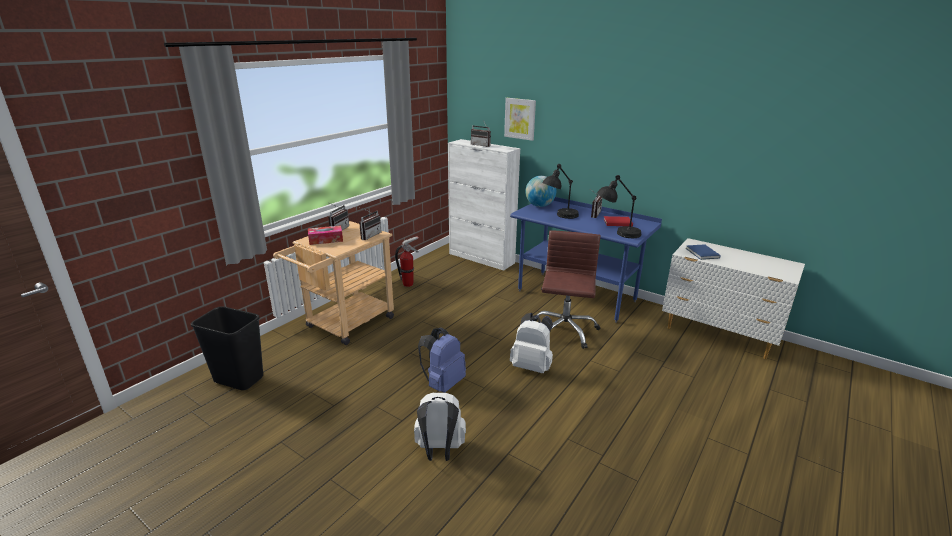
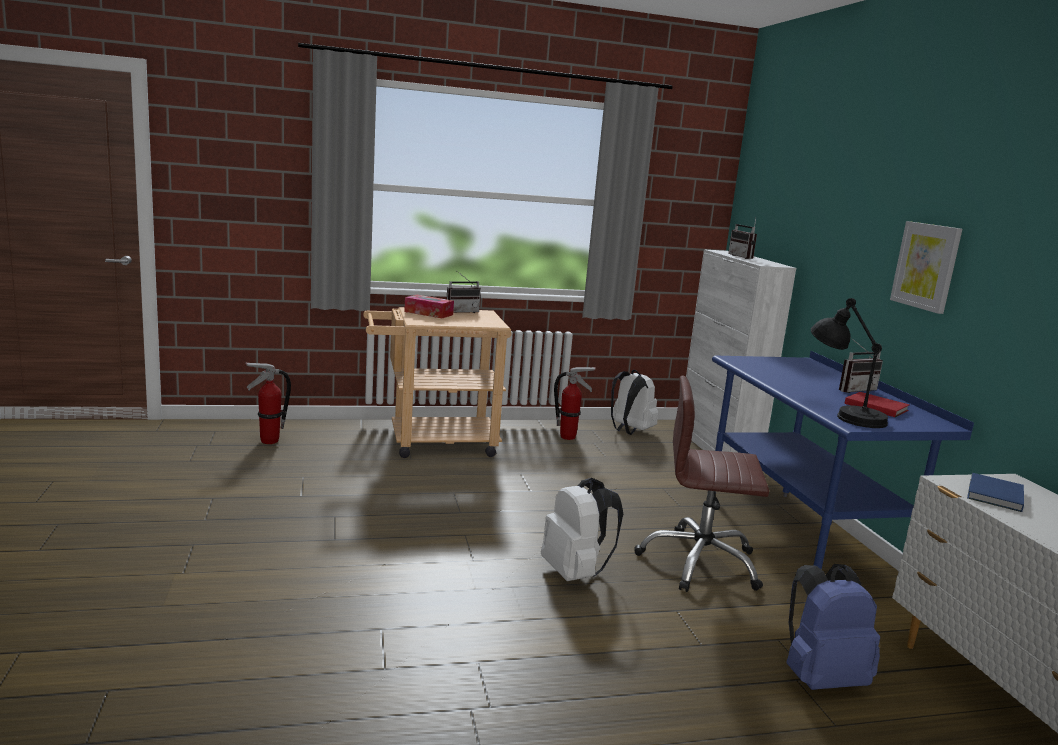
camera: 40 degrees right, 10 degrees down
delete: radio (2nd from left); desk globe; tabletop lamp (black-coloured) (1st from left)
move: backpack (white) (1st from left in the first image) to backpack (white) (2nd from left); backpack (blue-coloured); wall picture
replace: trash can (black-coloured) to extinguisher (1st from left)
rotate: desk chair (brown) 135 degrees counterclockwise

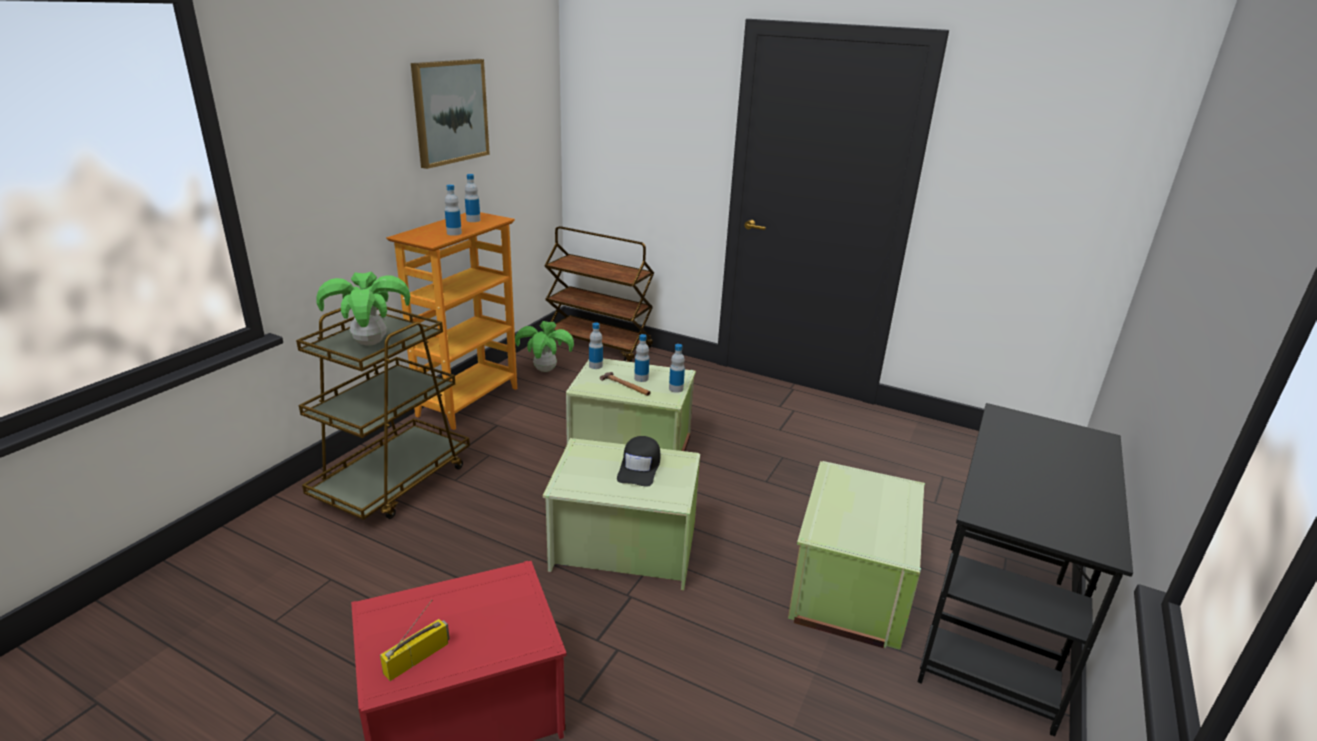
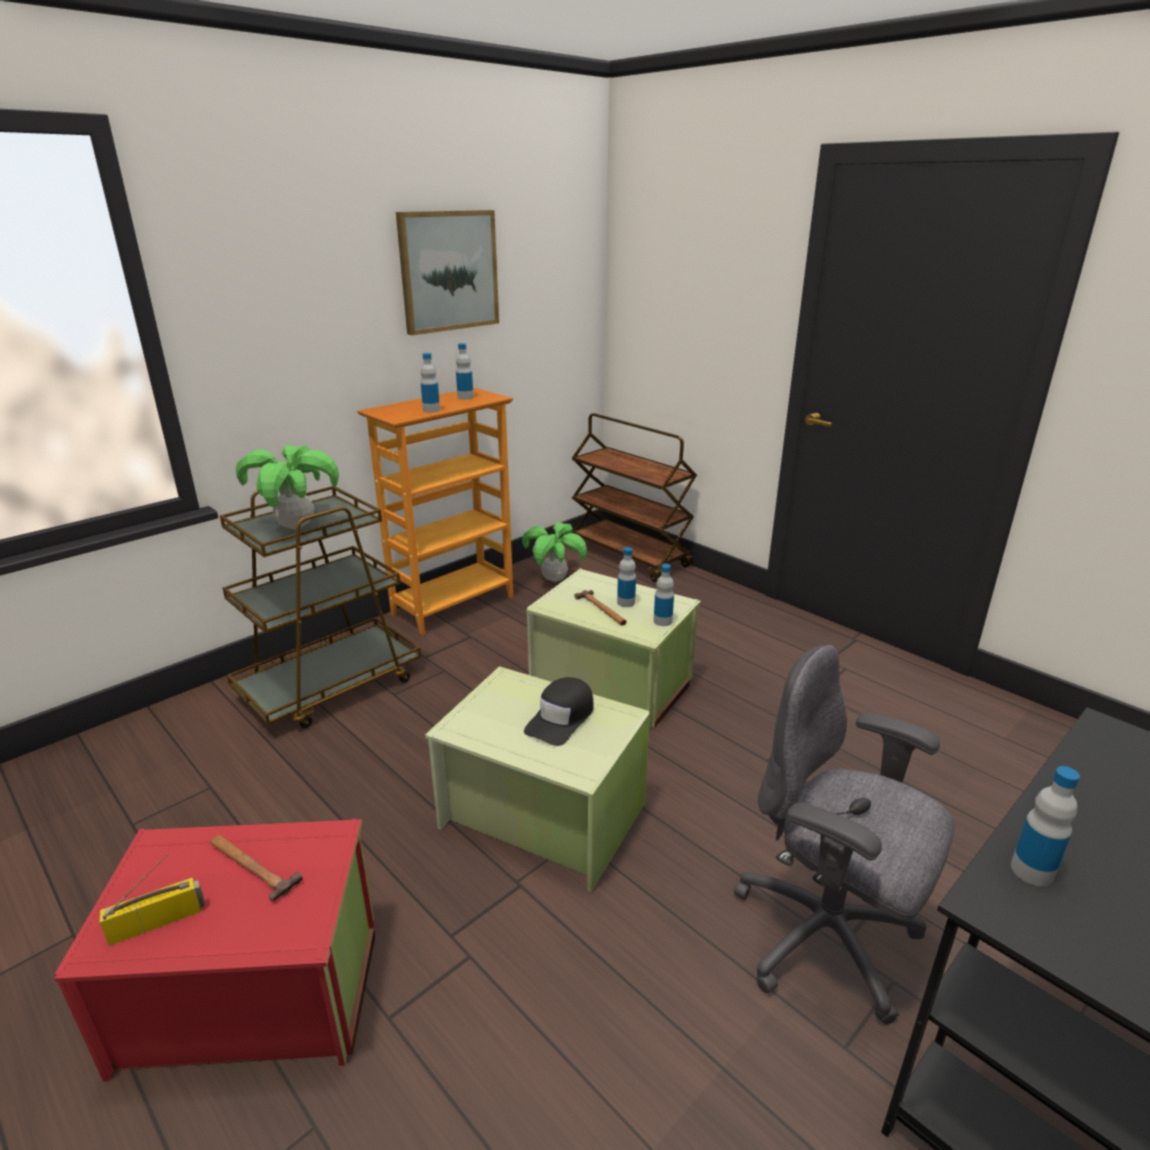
camera: 20 degrees right, 0 degrees up
insert: hammer (1st from left)
move: beverage bottle (3rd from left in the first image) to beverage bottle (5th from left)
replace: storage box (green-coloured) (3rd from left) to desk chair (gray)

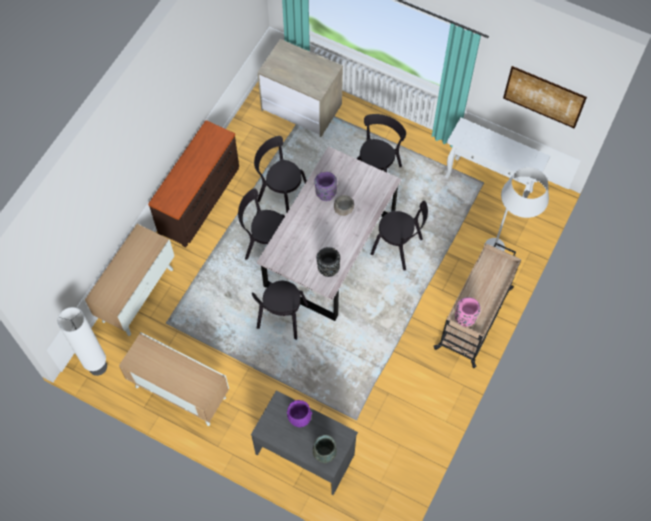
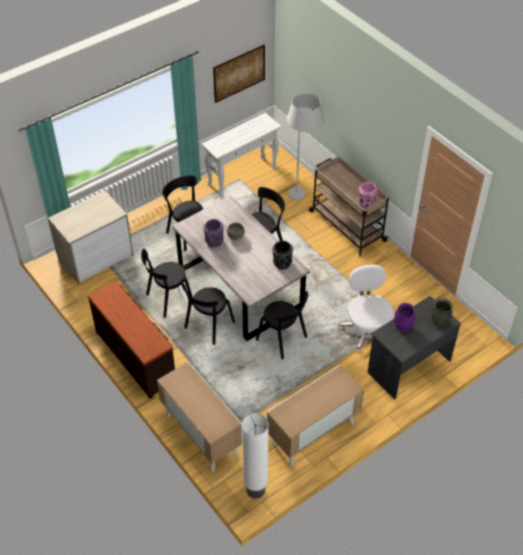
camera: 65 degrees left, 15 degrees down
insert: desk chair (white)

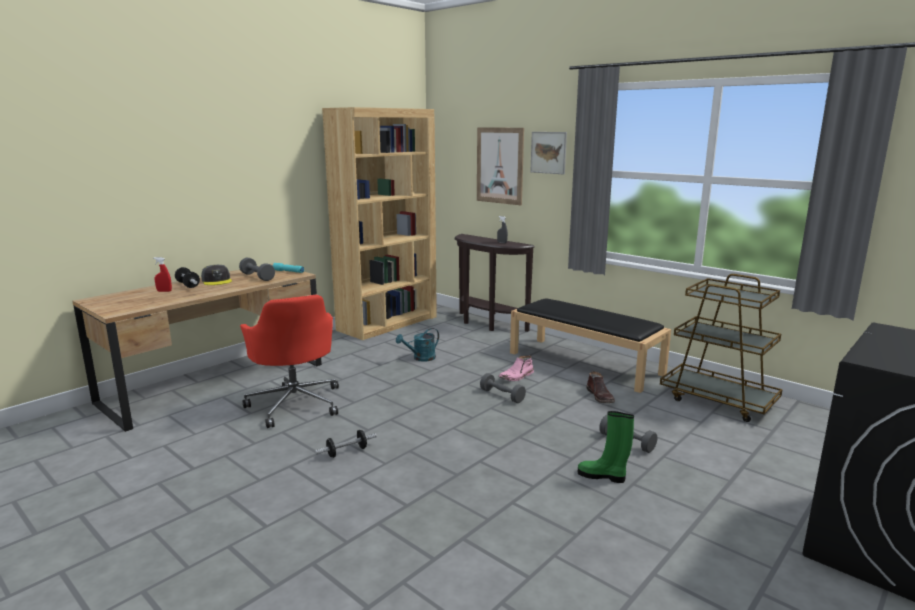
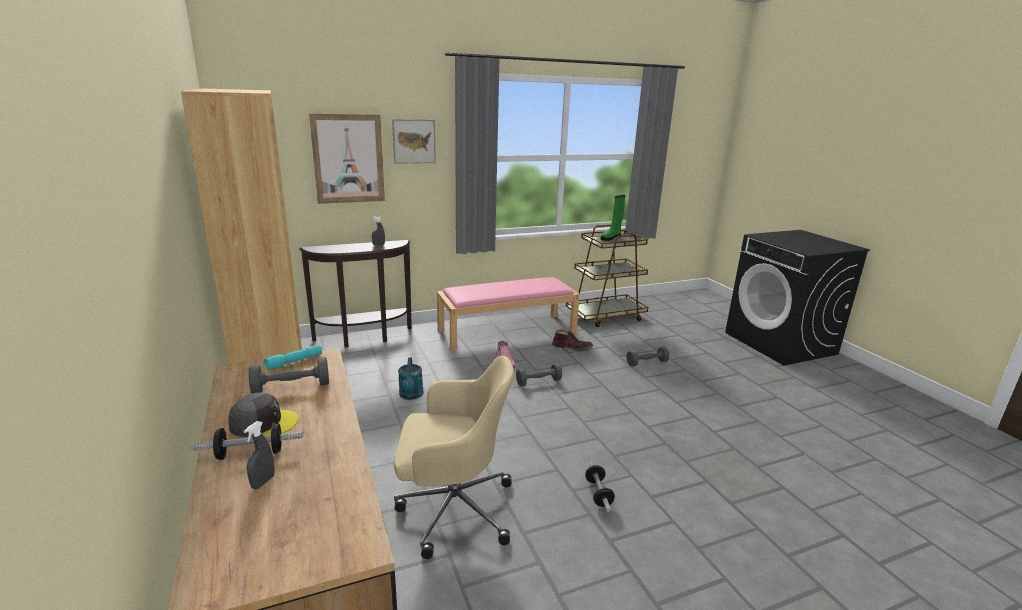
camera: 65 degrees left, 5 degrees up
move: boot (green-coloured)
recolor: spray bottle (reddish) to spray bottle (gray) (1st from left); desk chair (reddish) to desk chair (sand-coloured); long seat (black-coloured) to long seat (pink)

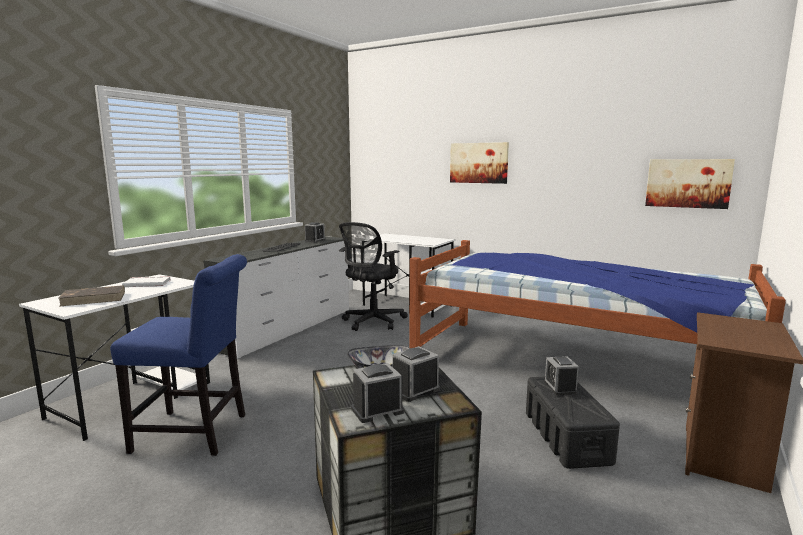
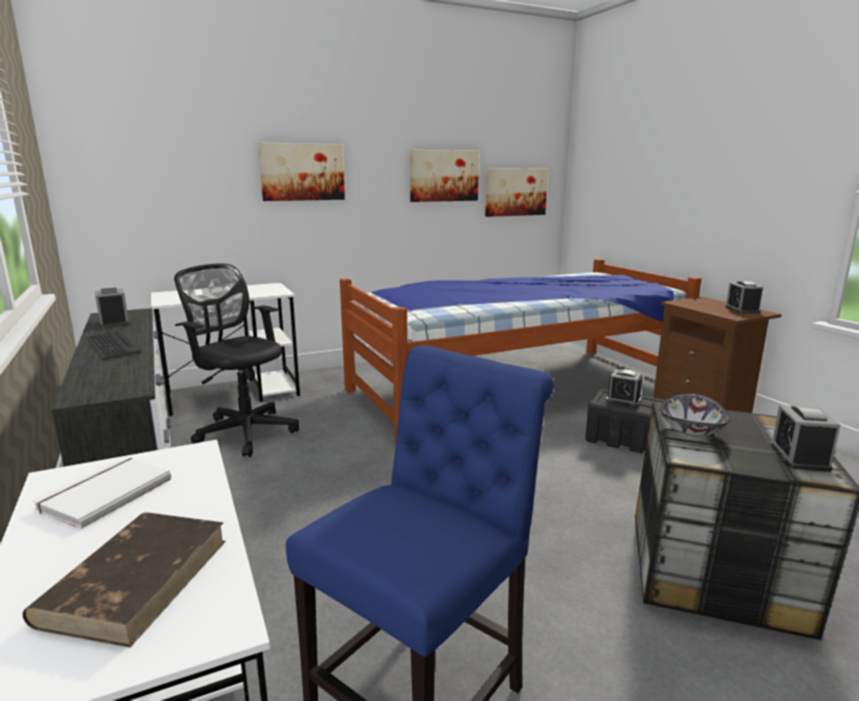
camera: 55 degrees left, 5 degrees up
insert: wall picture (2nd from left)
move: table clock (3rd from left)
rotate: desk chair (black-coloured) 150 degrees clockwise

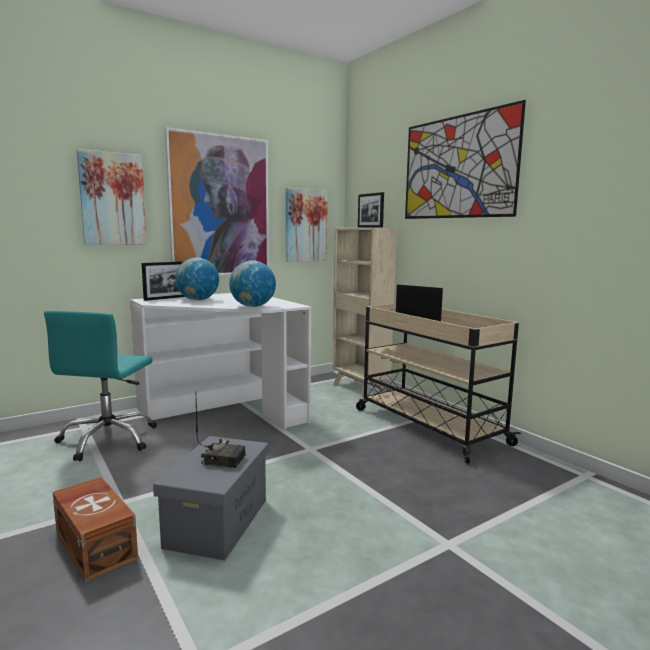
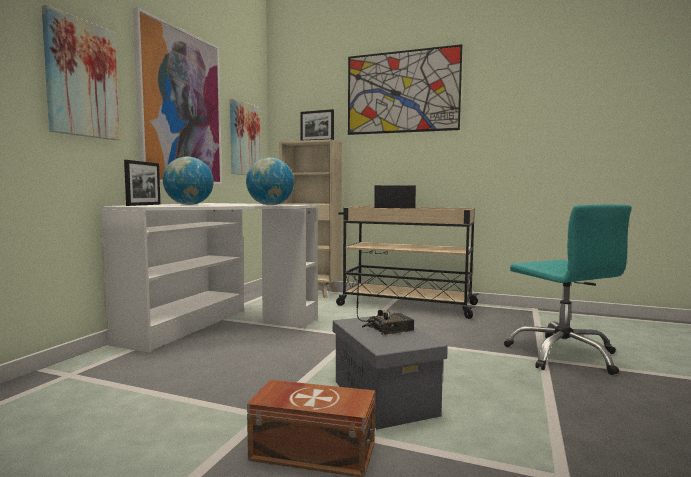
camera: 35 degrees left, 5 degrees down
move: desk chair (turquoise)

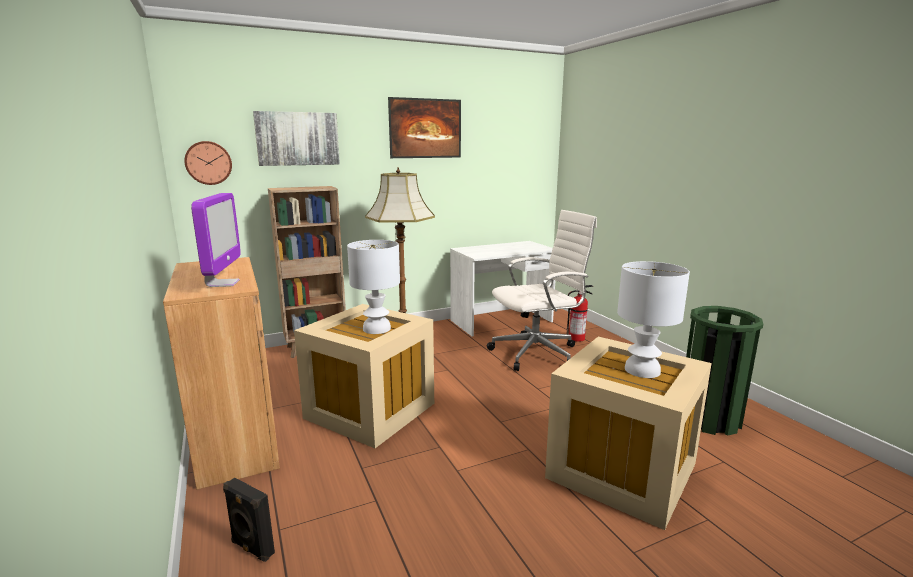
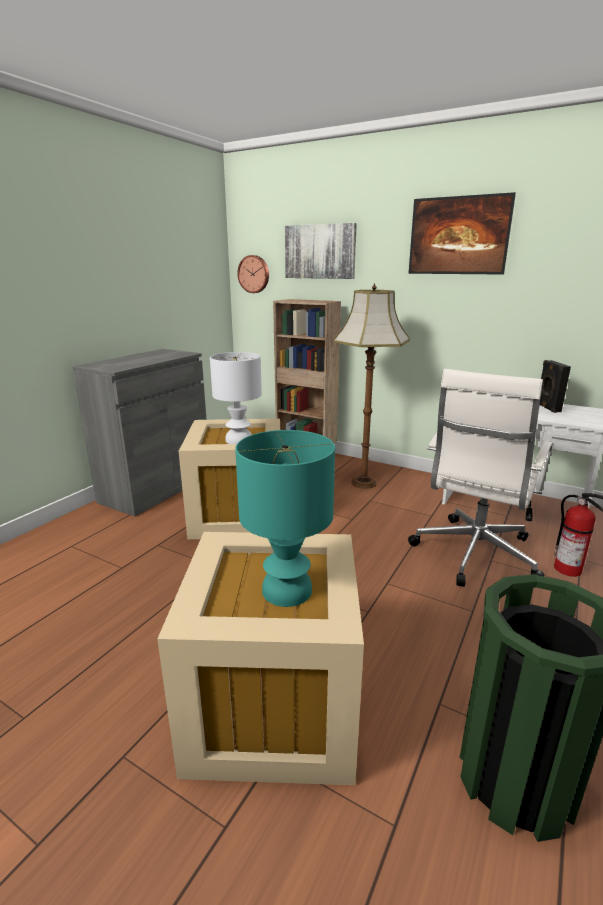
camera: 55 degrees right, 5 degrees up
delete: computer display
move: speaker (black-coloured)
recolor: cupboard (brown) to cupboard (gray); tabletop lamp (white) (2nd from left) to tabletop lamp (turquoise)
rotate: desk chair (white) 90 degrees clockwise

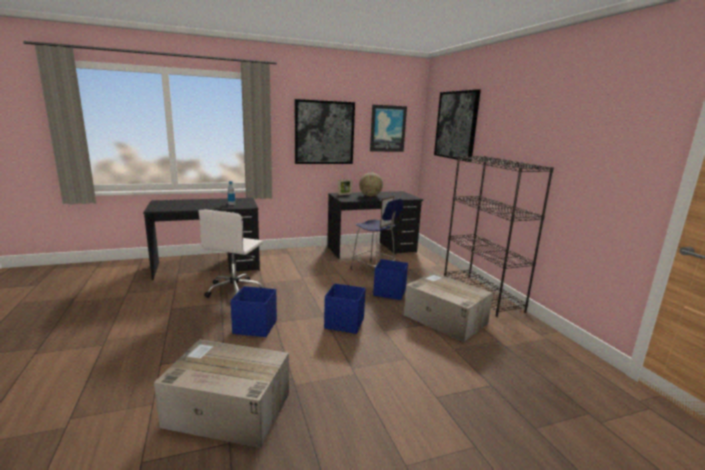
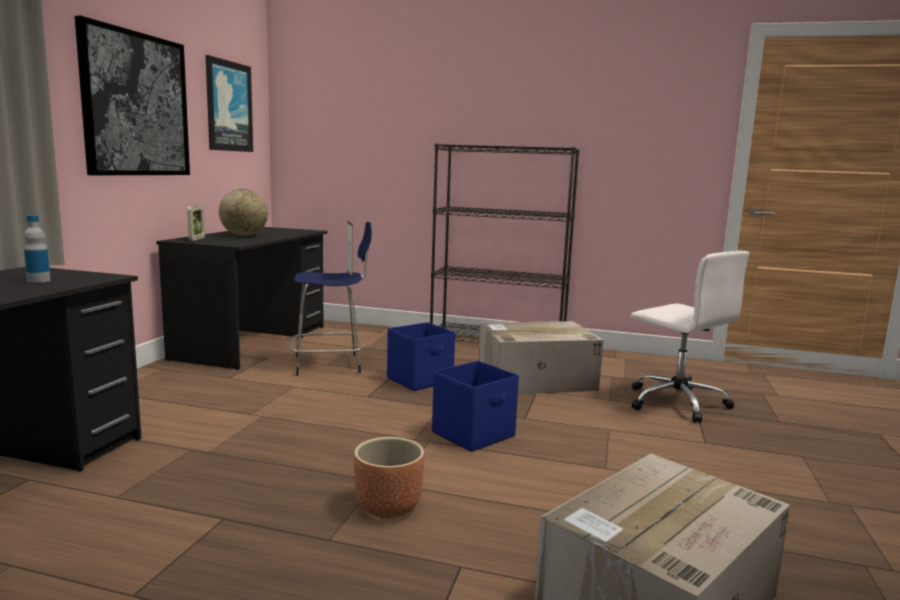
camera: 55 degrees left, 5 degrees down
delete: wall picture (3rd from left)
move: desk chair (white)
replace: storage box (blue-coloured) (1st from left) to flower pot (brown)

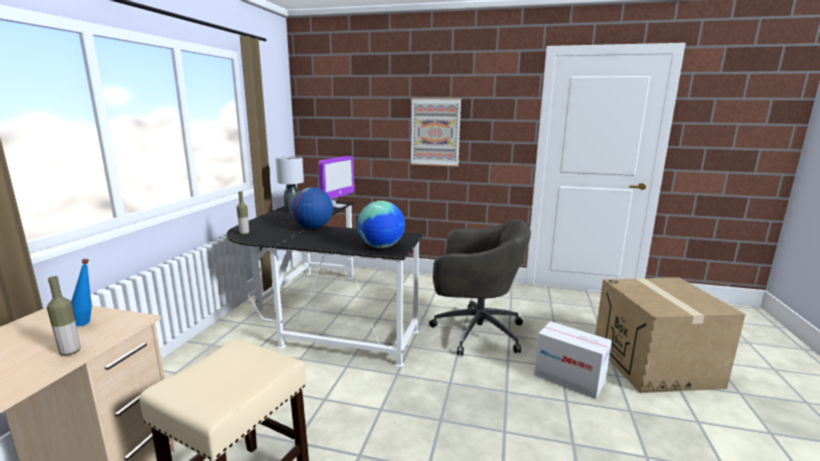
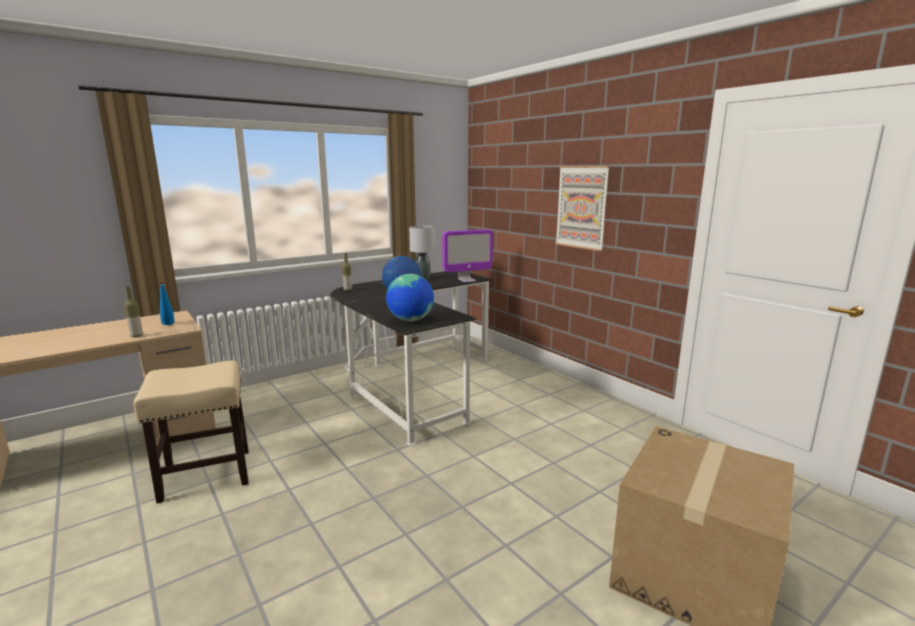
camera: 40 degrees right, 0 degrees up
delete: desk chair (gray); carton (1st from left)

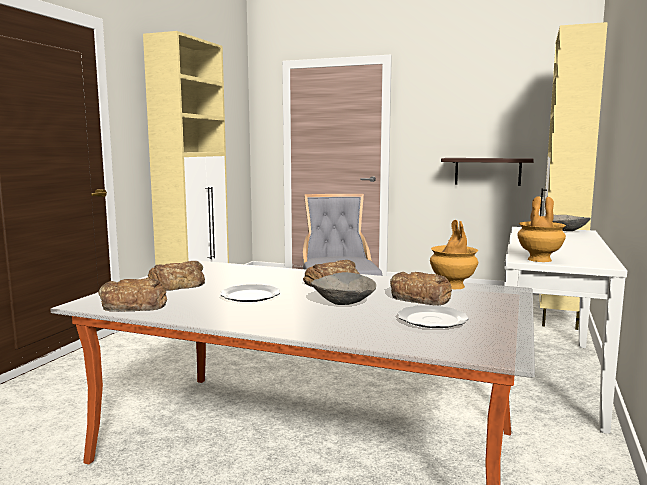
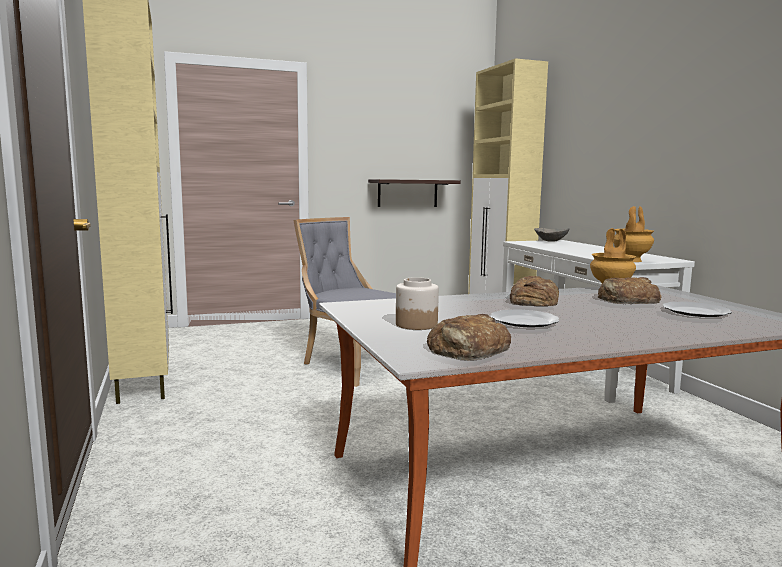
camera: 40 degrees left, 0 degrees up
delete: deep dish (gray) (1st from left)
replace: baked bread (2nd from left) to storage jar

